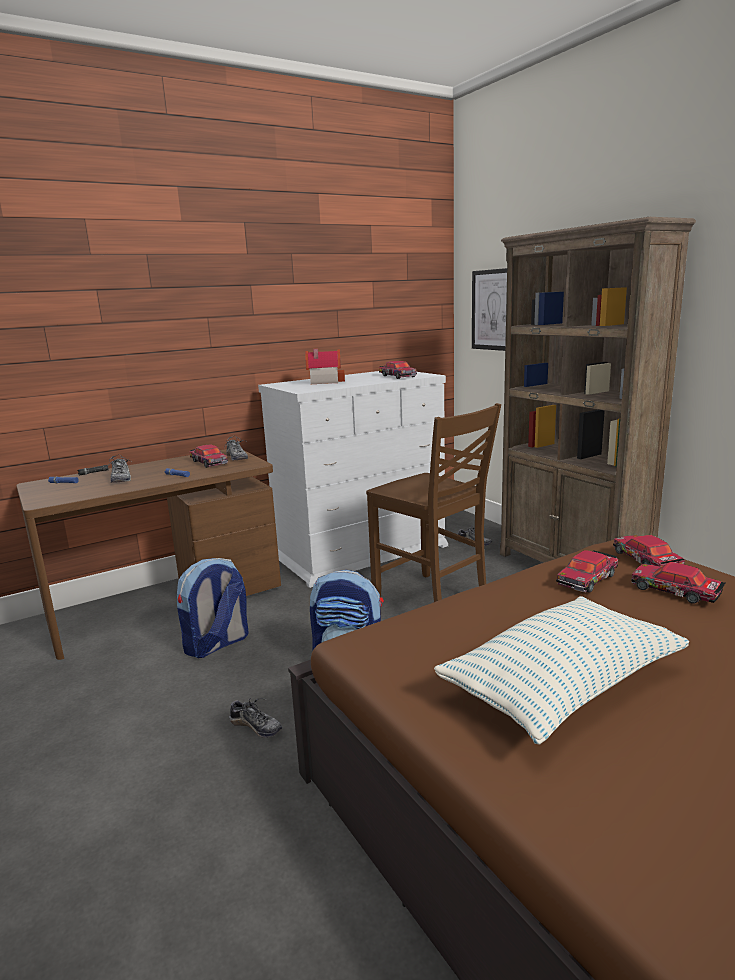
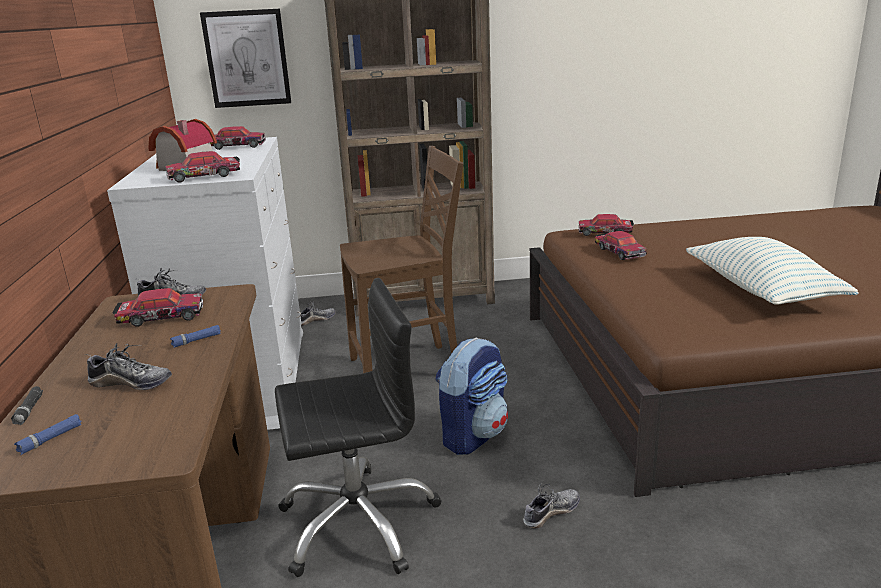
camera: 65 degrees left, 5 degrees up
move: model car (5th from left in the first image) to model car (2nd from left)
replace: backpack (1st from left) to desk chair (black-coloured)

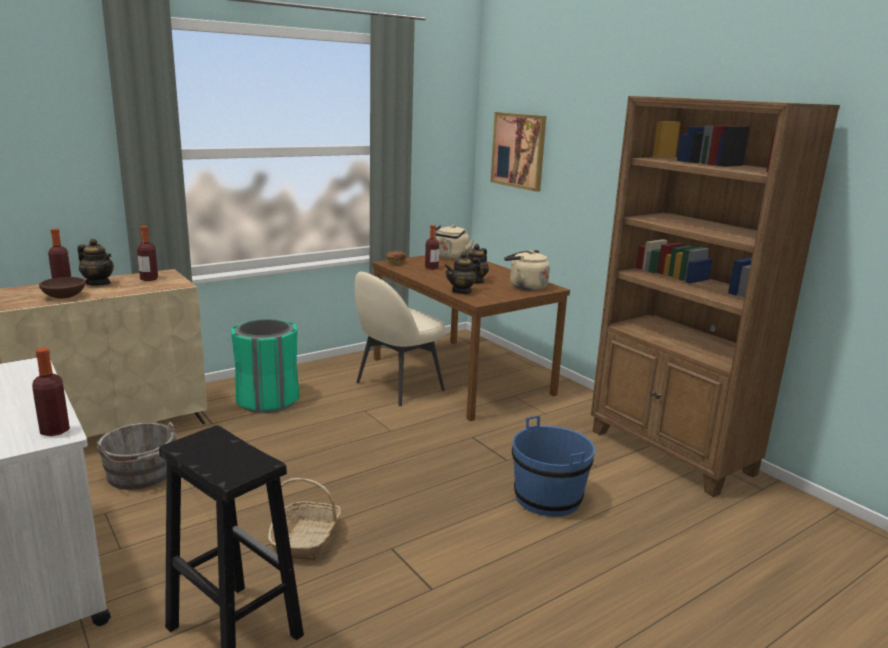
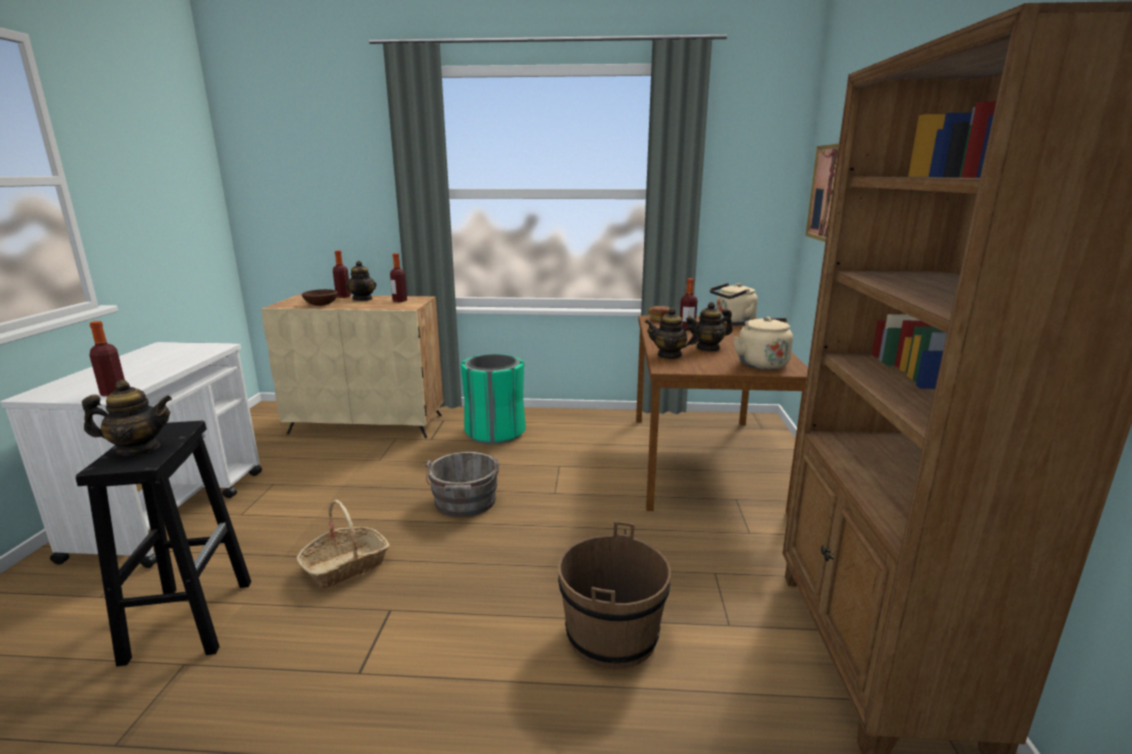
camera: 40 degrees right, 0 degrees up
delete: plain chair (sand-coloured)
insert: teapot (1st from left)
move: water bucket (gray)
recolor: water bucket (blue-coloured) to water bucket (brown)

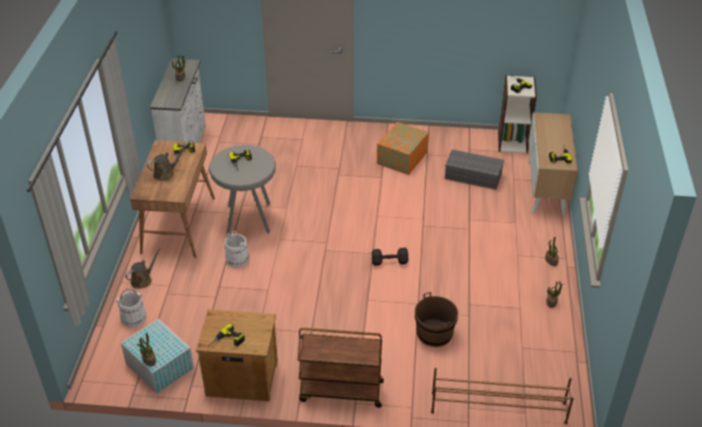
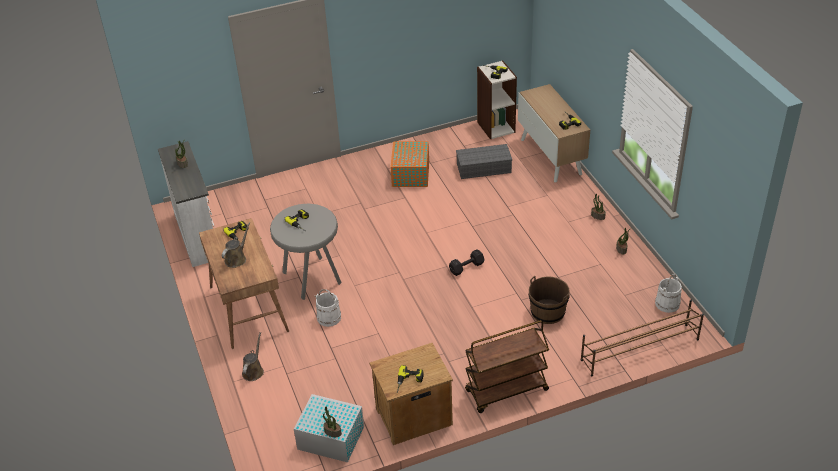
camera: 25 degrees left, 0 degrees up
move: water bucket (white) (1st from left in the first image) to water bucket (white) (2nd from left)

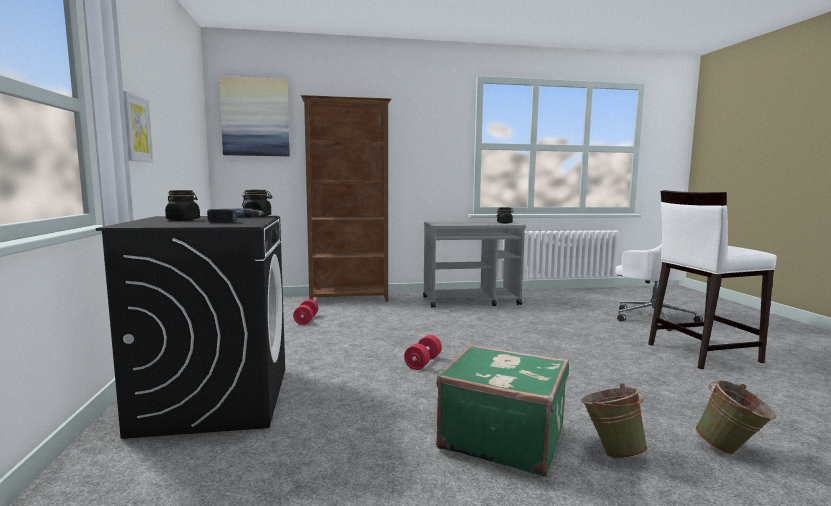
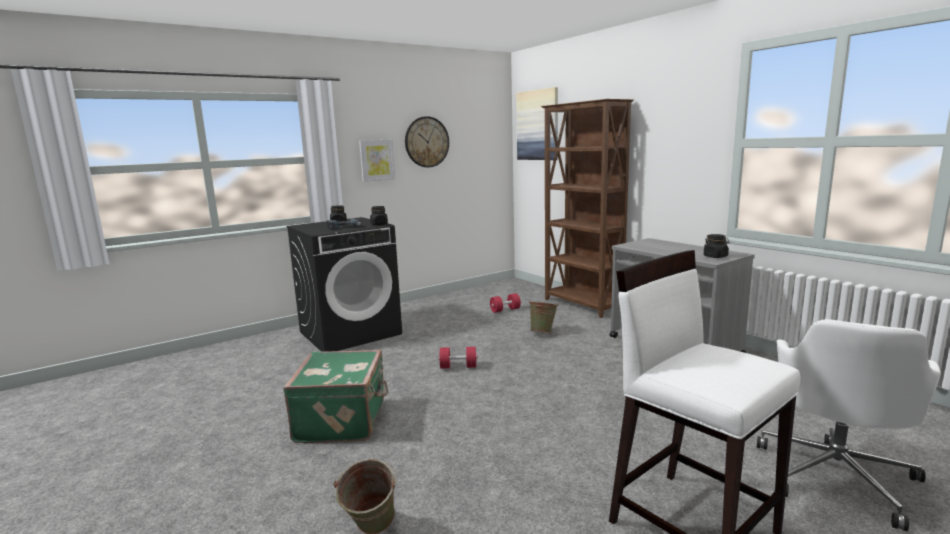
camera: 65 degrees right, 5 degrees up
insert: clock on the wall
move: water bucket (green-coloured) (1st from left in the first image) to water bucket (green-coloured) (2nd from left)

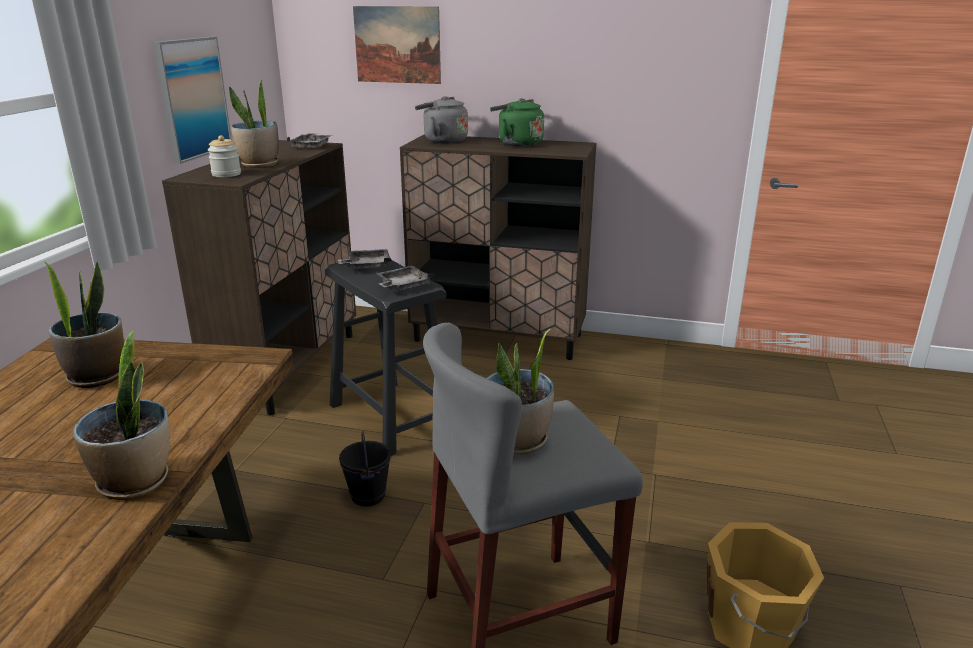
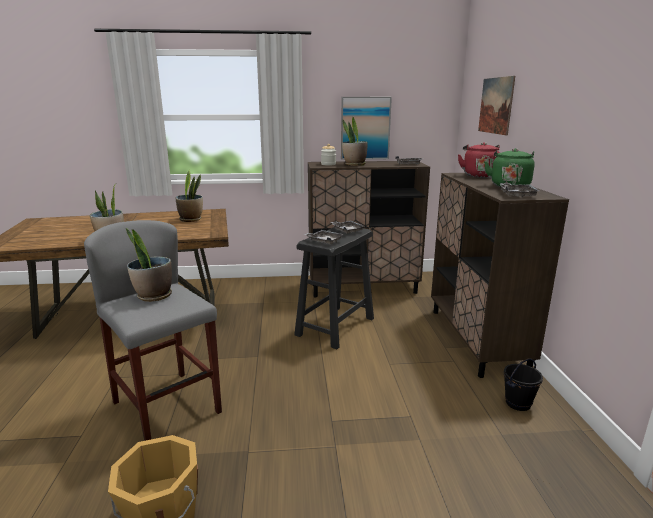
camera: 70 degrees right, 5 degrees down
insert: tray (gray) (4th from left)
move: water bucket (black-coloured)
recolor: water kettle (gray) to water kettle (reddish)

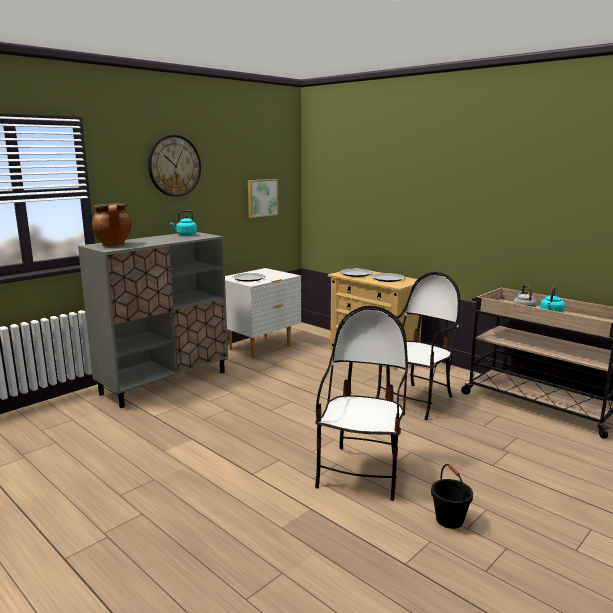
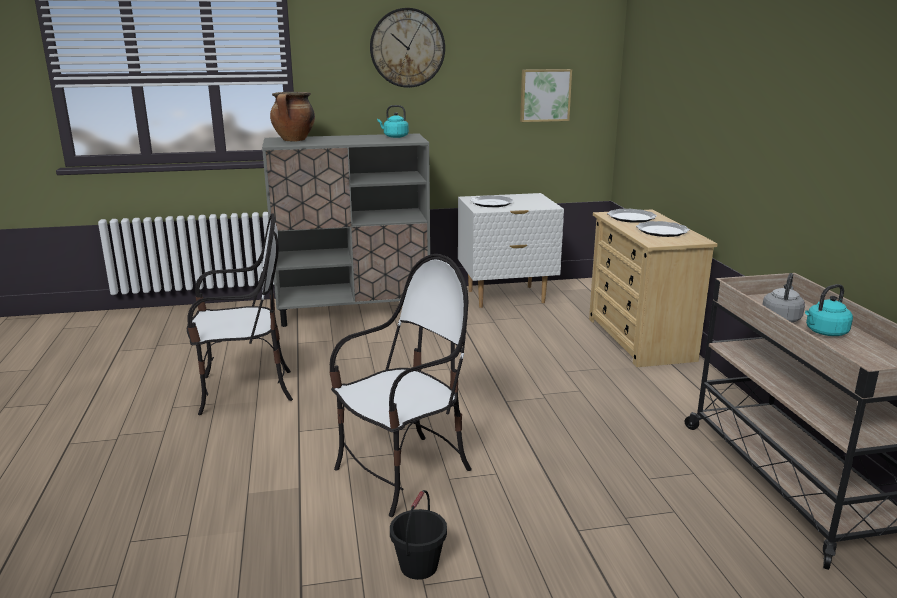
camera: 35 degrees right, 5 degrees up
move: plain chair (2nd from left in the first image) to plain chair (1st from left)

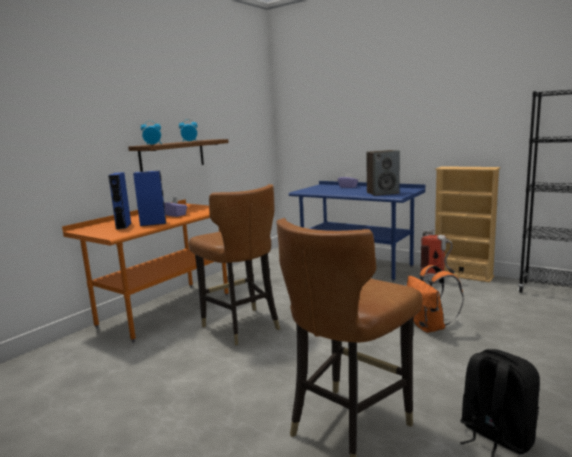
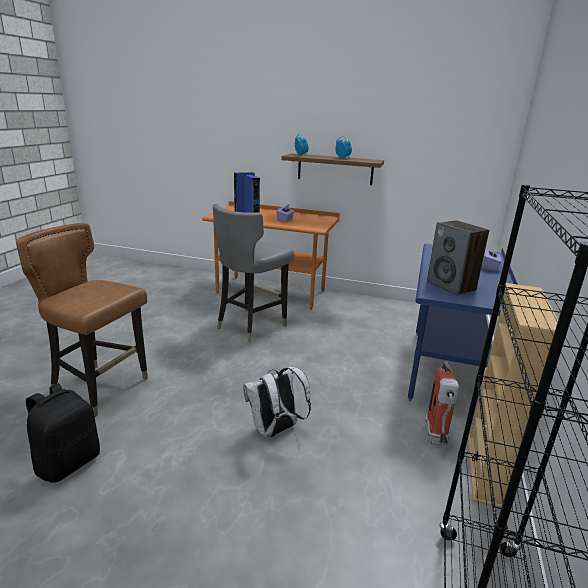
camera: 70 degrees right, 10 degrees up
recolor: plain chair (brown) (1st from left) to plain chair (gray); backpack (orange-coloured) to backpack (white)

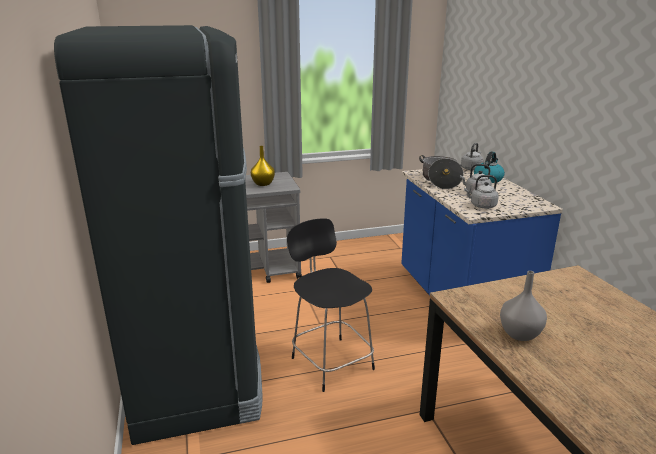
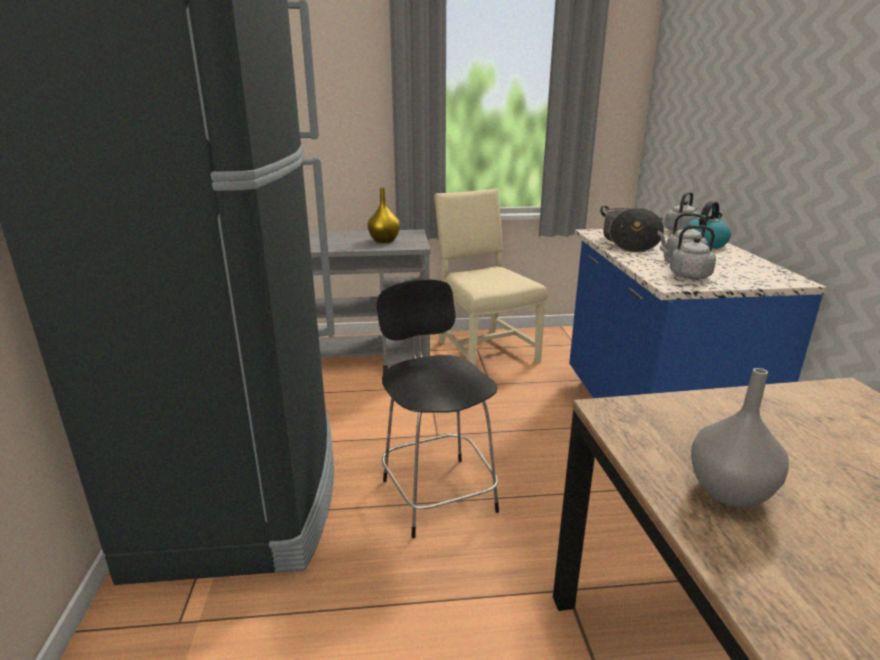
camera: 10 degrees right, 0 degrees up
insert: plain chair (sand-coloured)

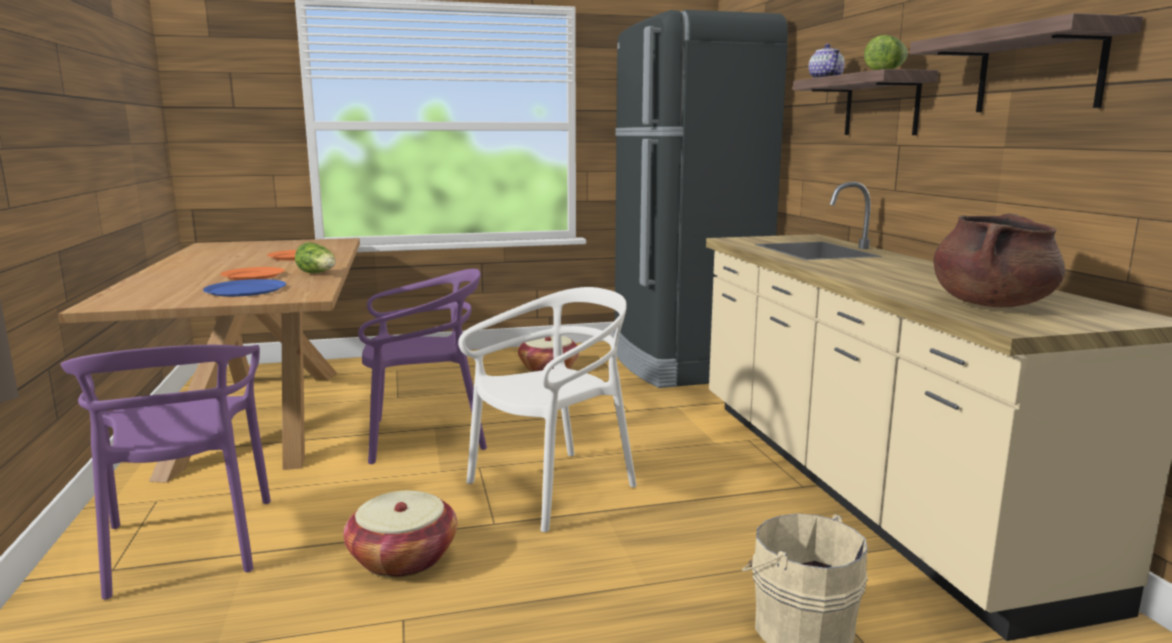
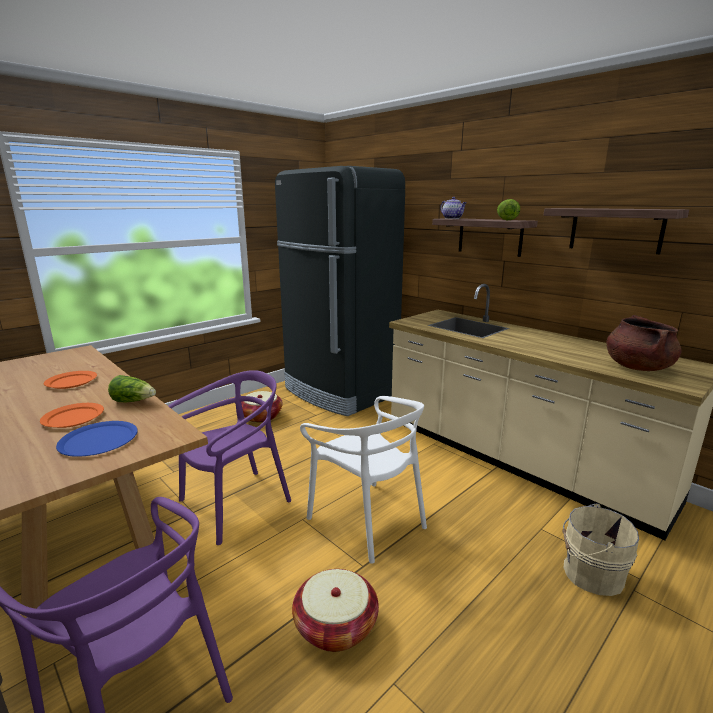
camera: 30 degrees left, 5 degrees up
rotate: plain chair (white) 120 degrees clockwise

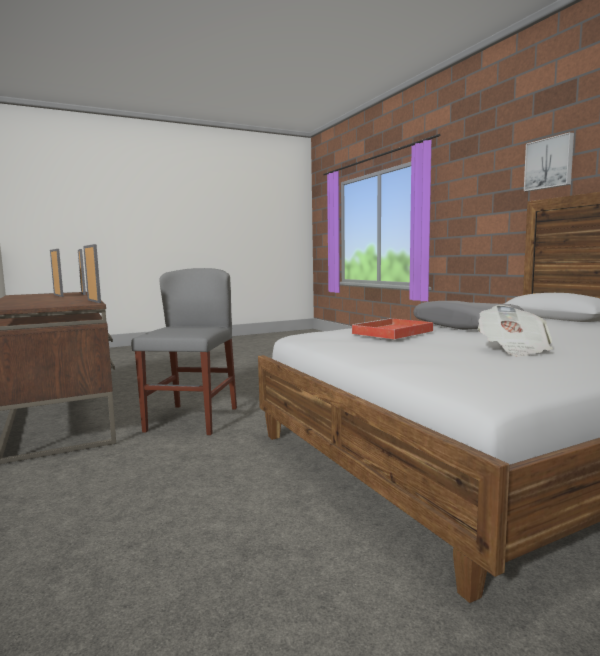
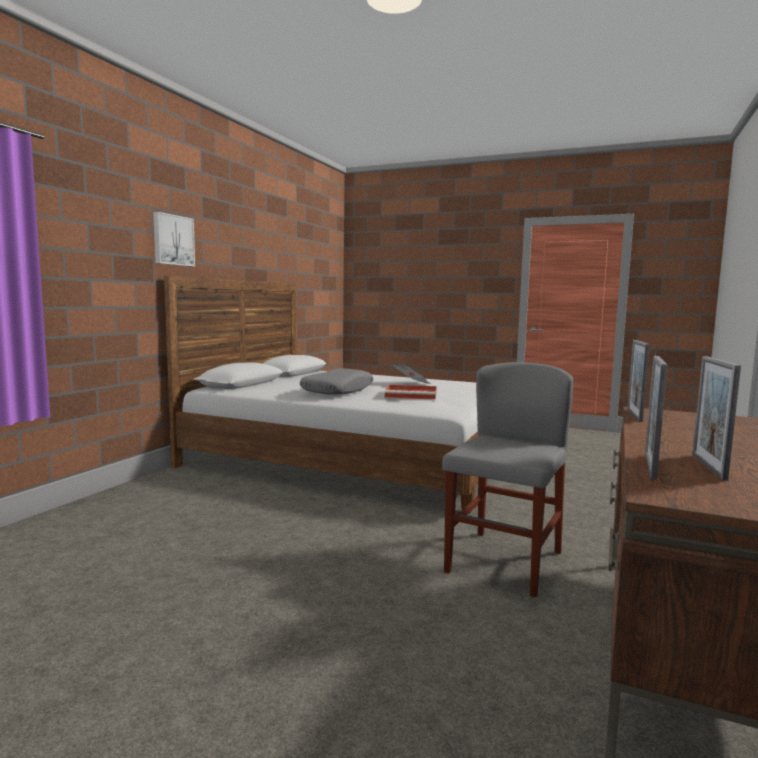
camera: 130 degrees left, 0 degrees up
rotate: plain chair (gray) 150 degrees clockwise

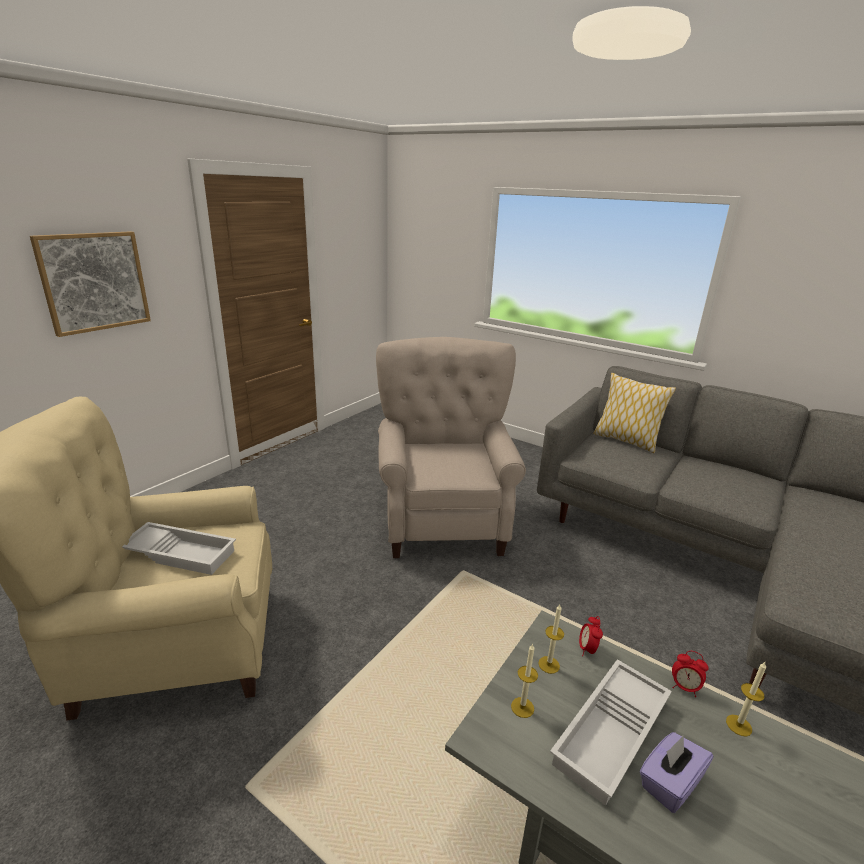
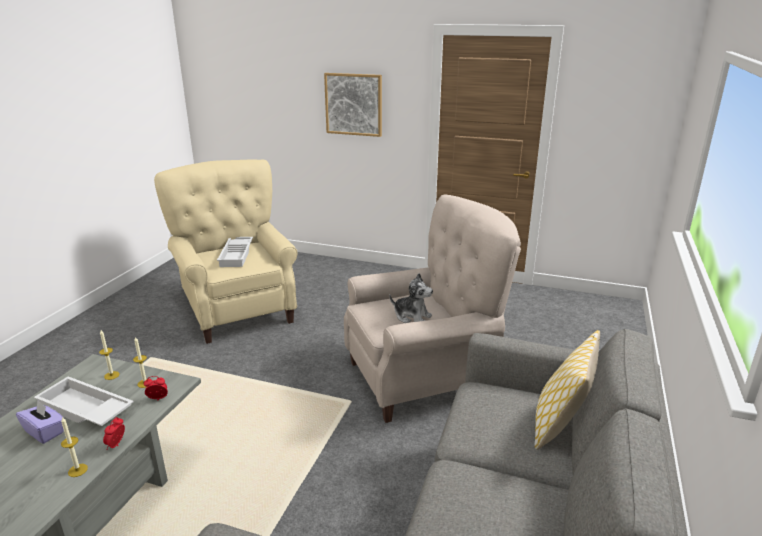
camera: 75 degrees right, 0 degrees up
insert: plush toy

